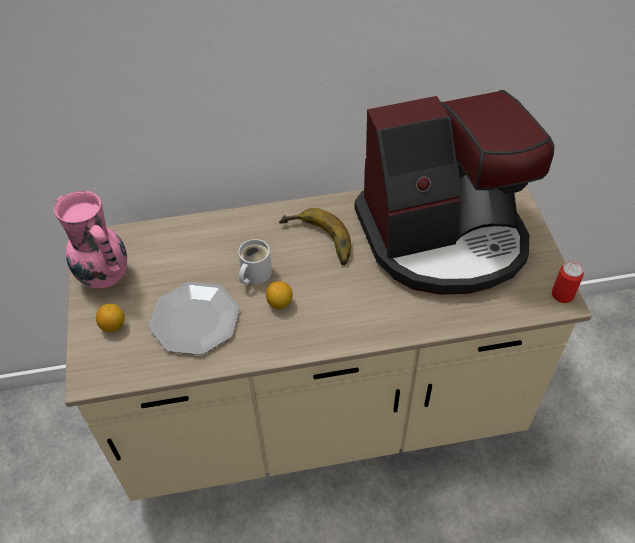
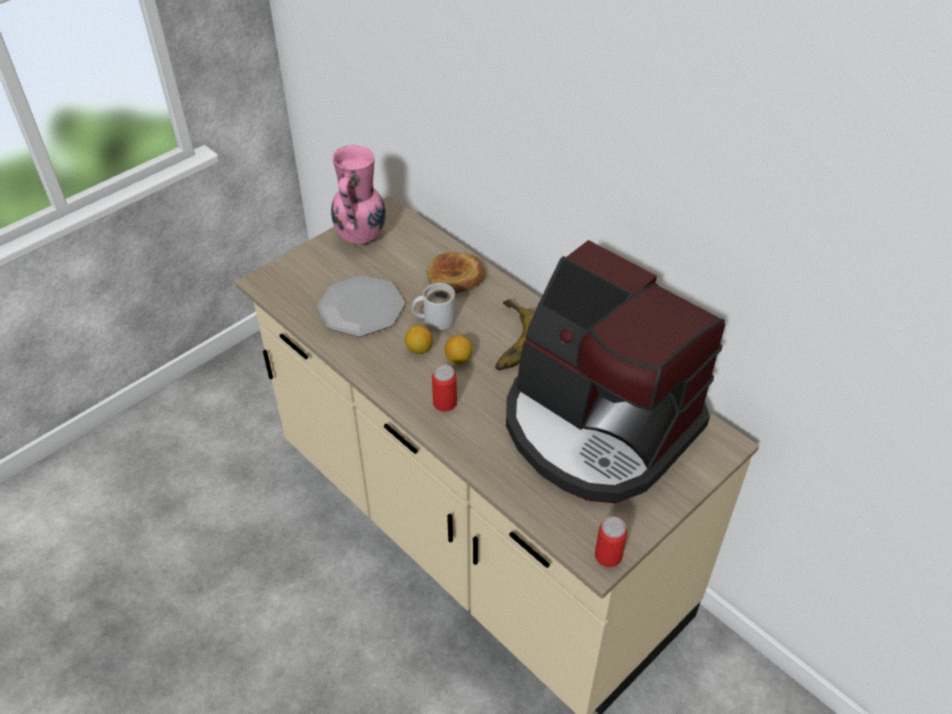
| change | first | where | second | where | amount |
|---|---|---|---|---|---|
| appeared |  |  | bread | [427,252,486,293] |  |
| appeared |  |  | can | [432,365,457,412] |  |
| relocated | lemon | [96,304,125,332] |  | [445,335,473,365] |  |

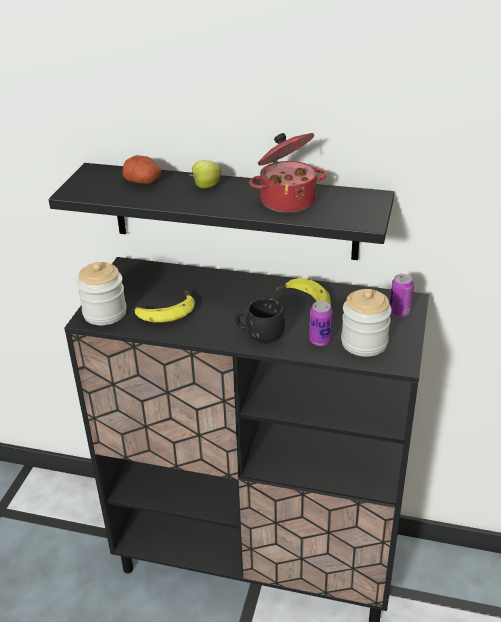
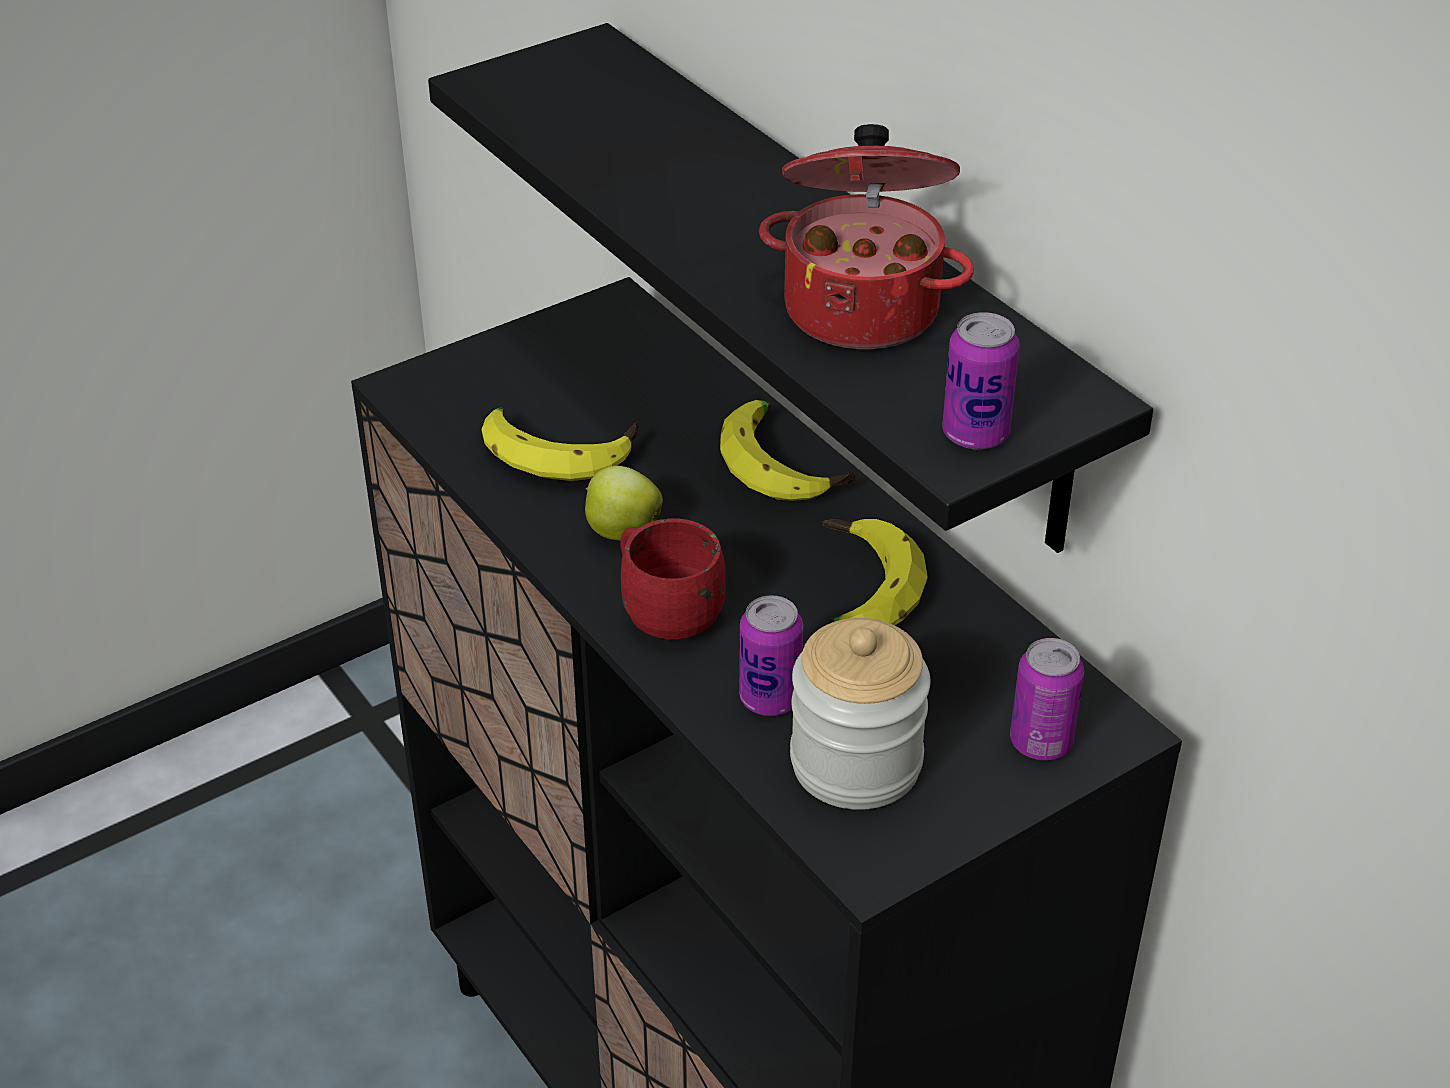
| change | first | where | second | where | amount |
|---|---|---|---|---|---|
| relocated | apple | [189,160,221,189] |  | [585,466,663,541] |  |
| colour | black mug | [235,298,285,344] | red mug | [620,518,726,640] |  |
| appeared |  |  | banana | [720,400,855,501] |  |
| appeared |  |  | can | [942,312,1020,450] |  |
| missing | jar | [77,262,127,325] |  |  |  |
| missing | potato | [122,155,161,184] |  |  |  |

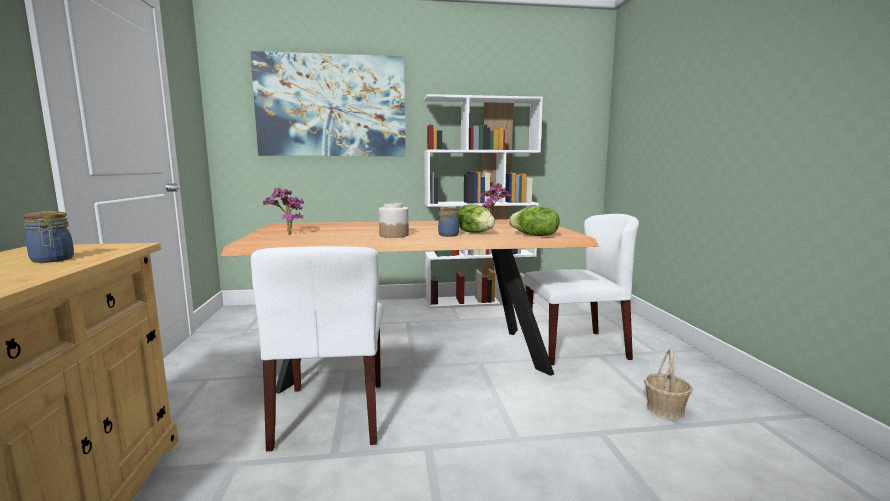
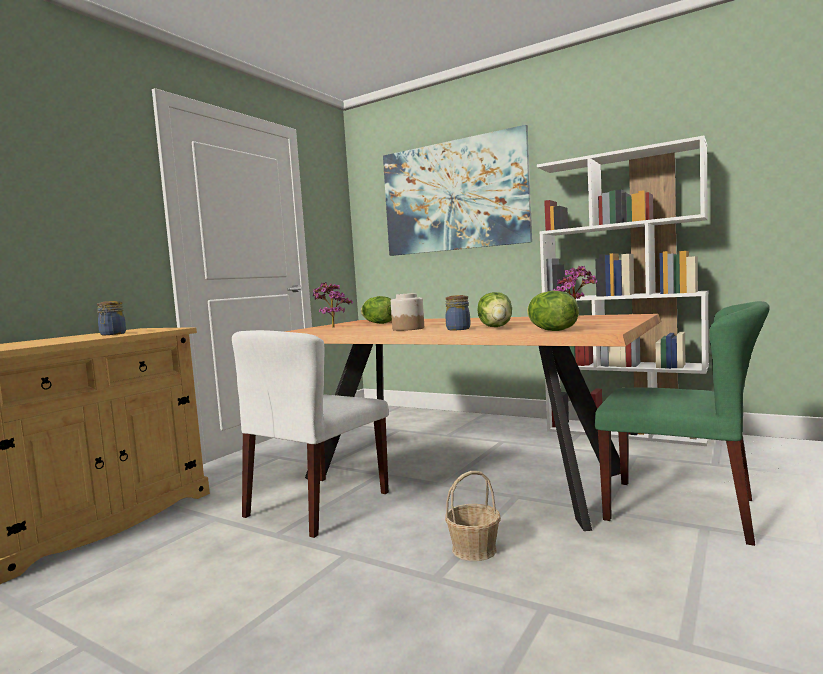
| change | first | where | second | where | amount |
|---|---|---|---|---|---|
| appeared |  |  | lettuce | [361,296,392,324] |  |
| relocated | basket | [644,349,693,419] |  | [445,471,501,561] |  |
| colour | white chair | [523,214,639,365] | green chair | [595,301,770,546] |  |

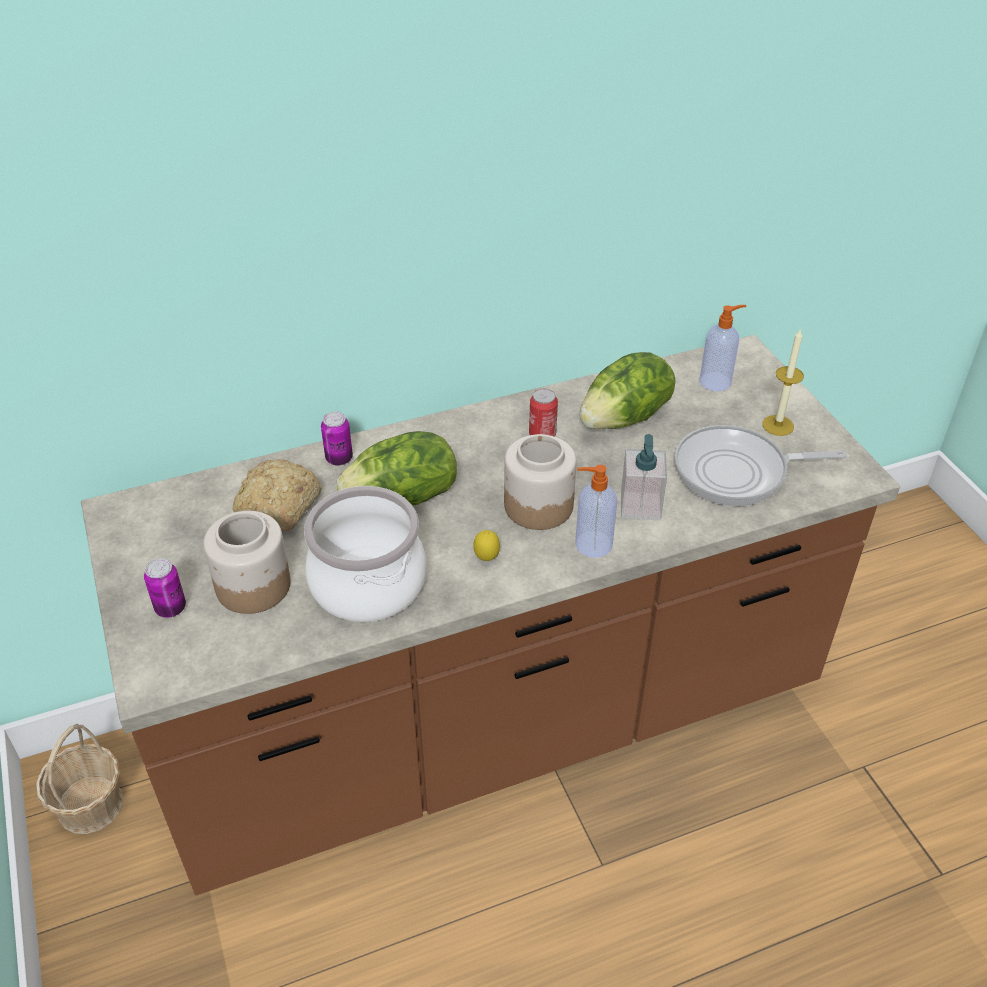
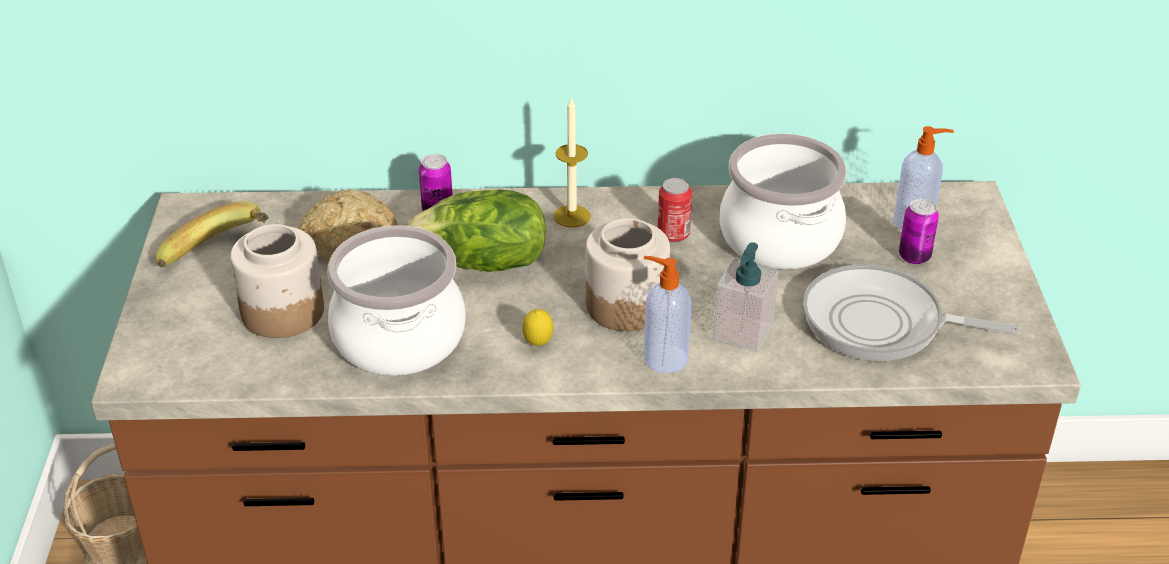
| change | first | where | second | where | amount |
|---|---|---|---|---|---|
| appeared |  |  | banana | [156,201,269,267] |  |
| relocated | candle | [762,328,804,436] |  | [554,96,591,228] |  |
| exchanged | lettuce | [579,352,676,429] | cooking pot | [720,133,847,269] |  |
| relocated | can | [144,558,186,618] |  | [899,199,939,264] |  |

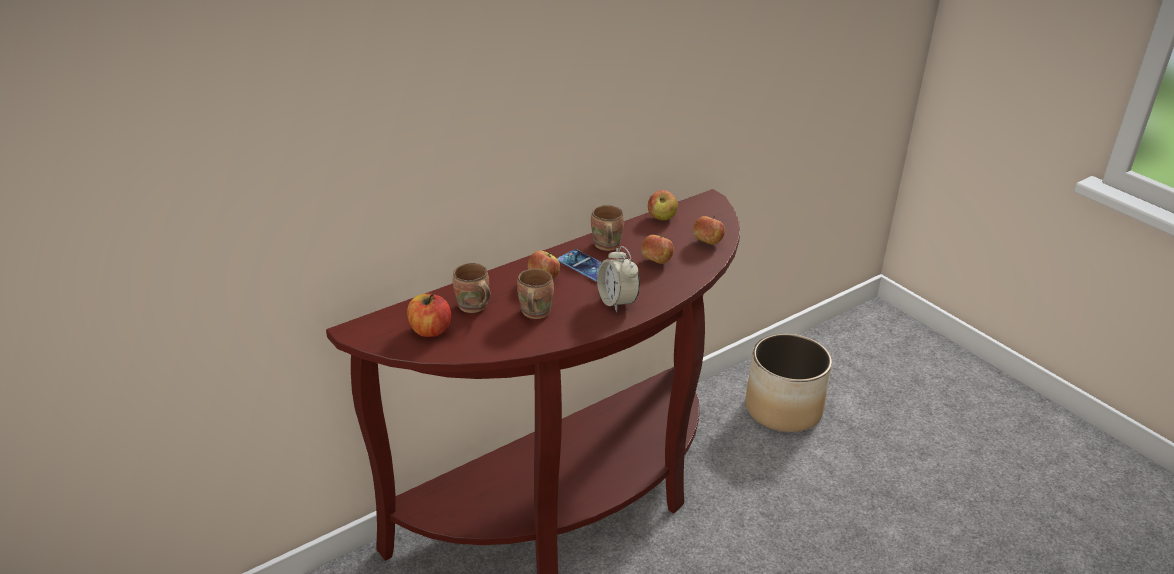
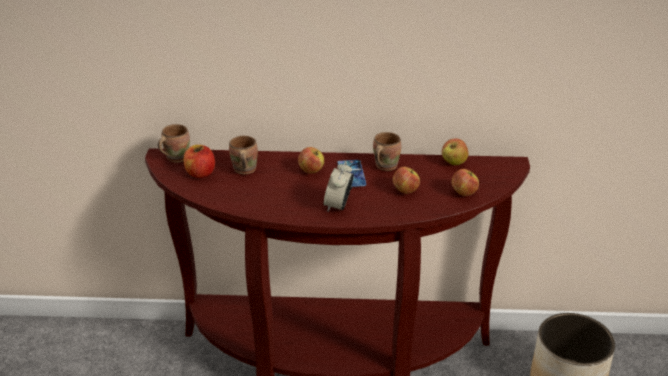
| change | first | where | second | where | amount |
|---|---|---|---|---|---|
| relocated | brown mug | [517,269,554,319] |  | [158,124,190,163] |  |

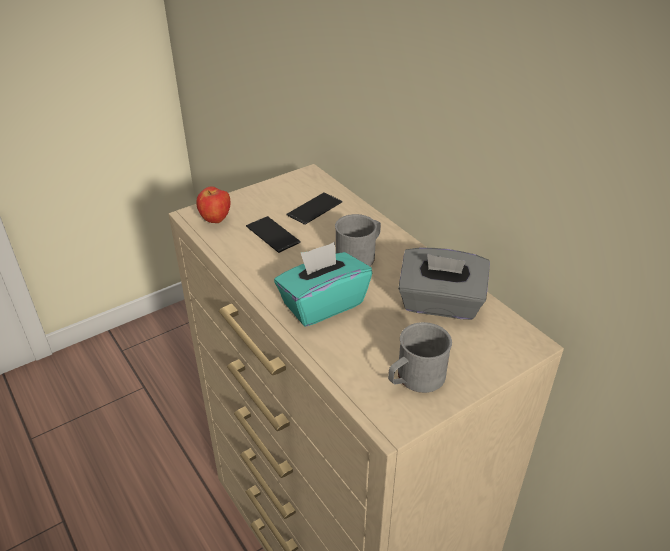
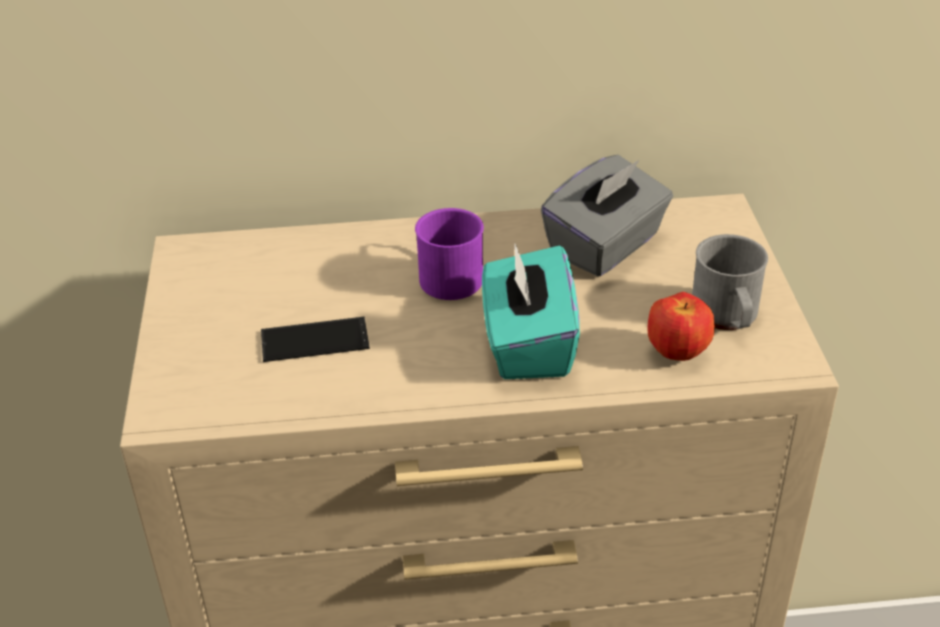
| change | first | where | second | where | amount |
|---|---|---|---|---|---|
| colour | grey mug | [335,214,381,266] | purple mug | [415,208,484,300] |  |
| relocated | apple | [197,187,231,223] |  | [647,292,715,361] |  |
| missing | phone | [286,192,342,225] |  |  |  |

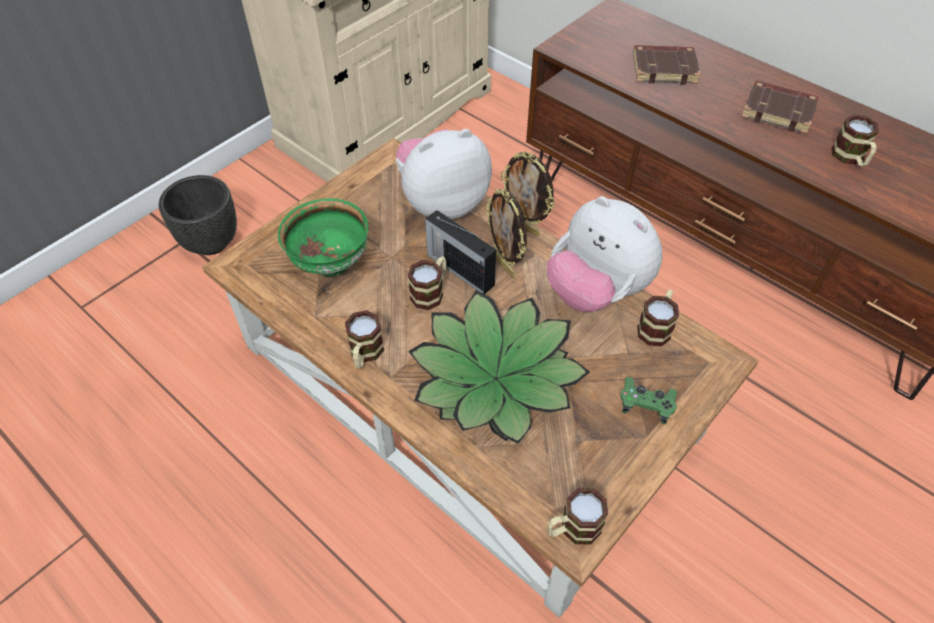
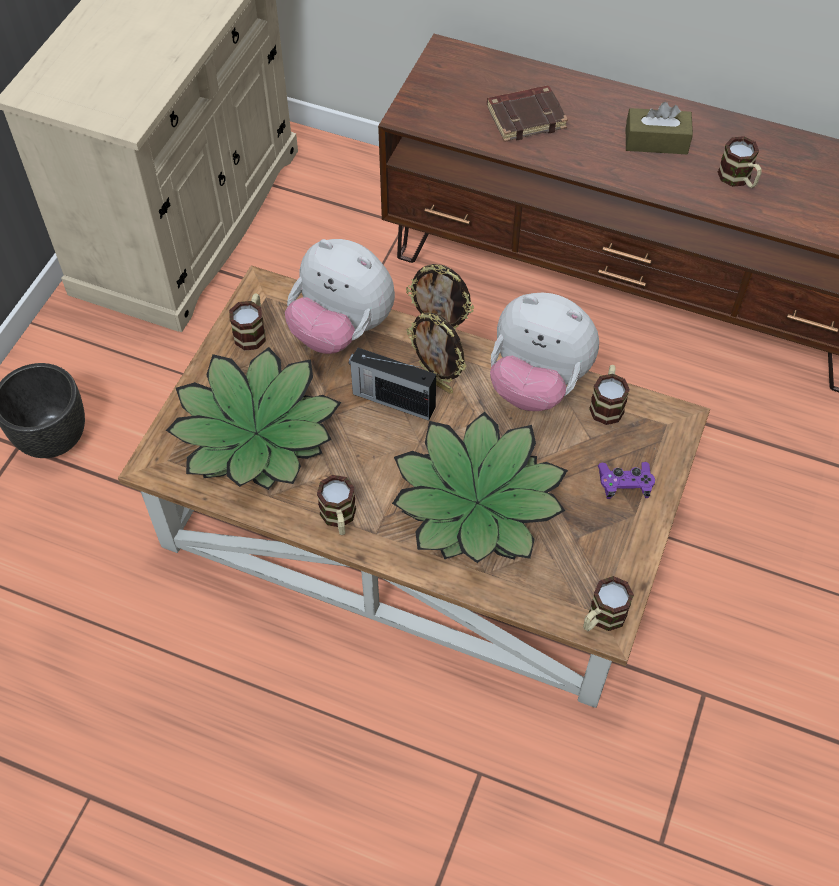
| change | first | where | second | where | amount |
|---|---|---|---|---|---|
| exchanged | green bowl | [278,198,368,276] | potted plant | [166,347,341,490] |  |
| relocated | mug | [408,256,446,310] |  | [229,293,266,350] |  |
| spun | plush toy | [396,129,492,219] |  | [285,239,395,354] | 105 degrees counterclockwise |
| colour | green game controller | [620,377,677,424] | purple game controller | [598,462,655,499] |  |
| exchanged | brown book | [742,81,819,134] | brown tissue box | [626,102,693,154] |  |

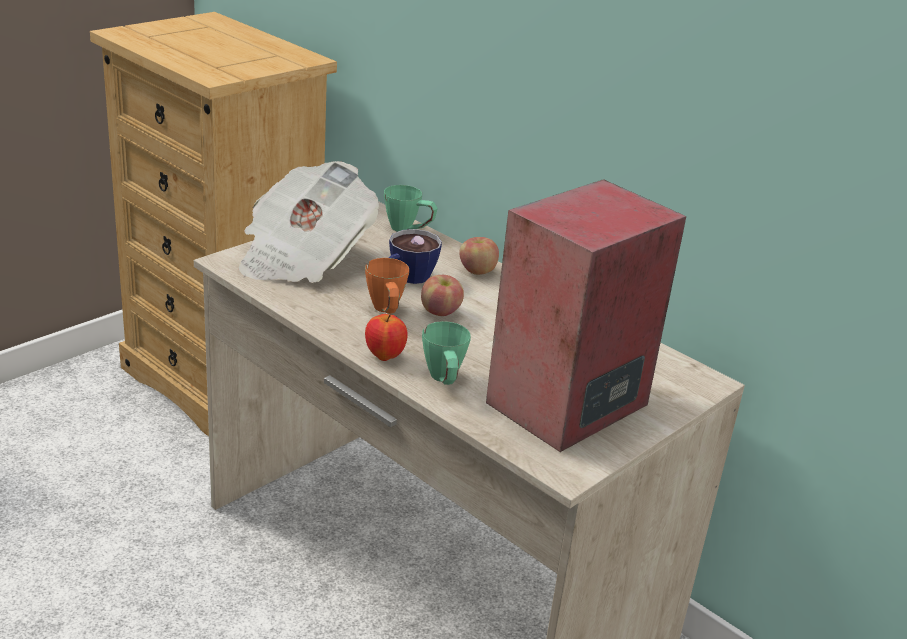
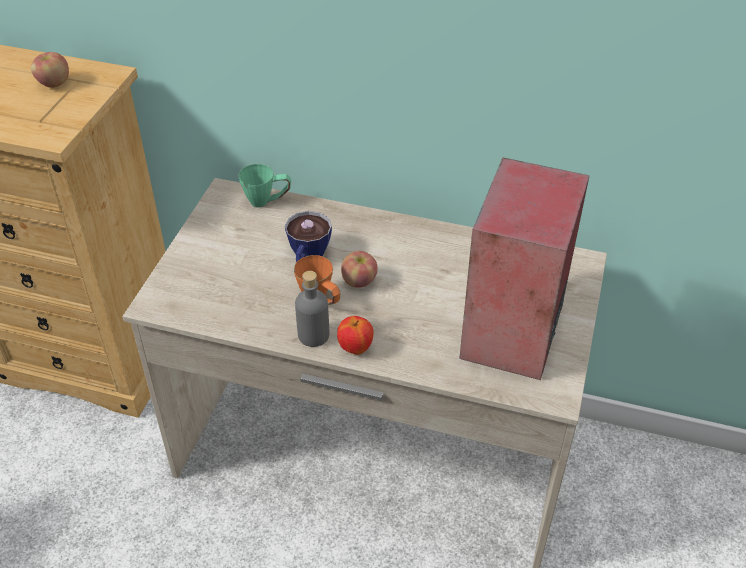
| change | first | where | second | where | amount |
|---|---|---|---|---|---|
| relocated | apple | [459,237,499,275] |  | [31,52,69,88] |  |
| appeared |  |  | grey bottle | [295,271,329,347] |  |
| missing | newspaper | [238,161,379,283] |  |  |  |
| missing | green mug | [422,321,471,385] |  |  |  |

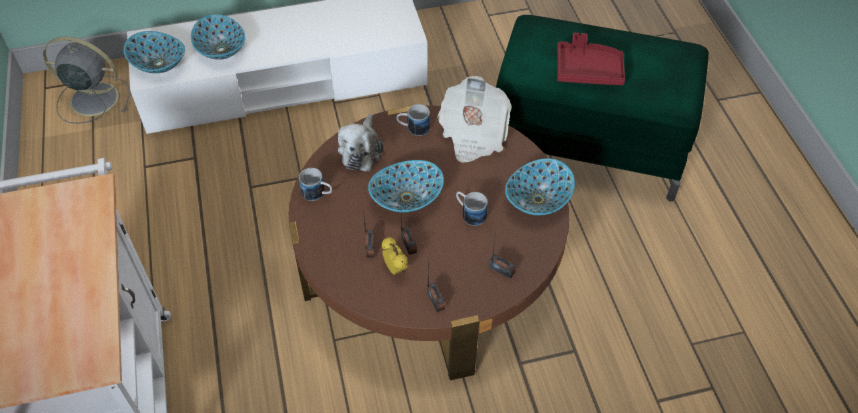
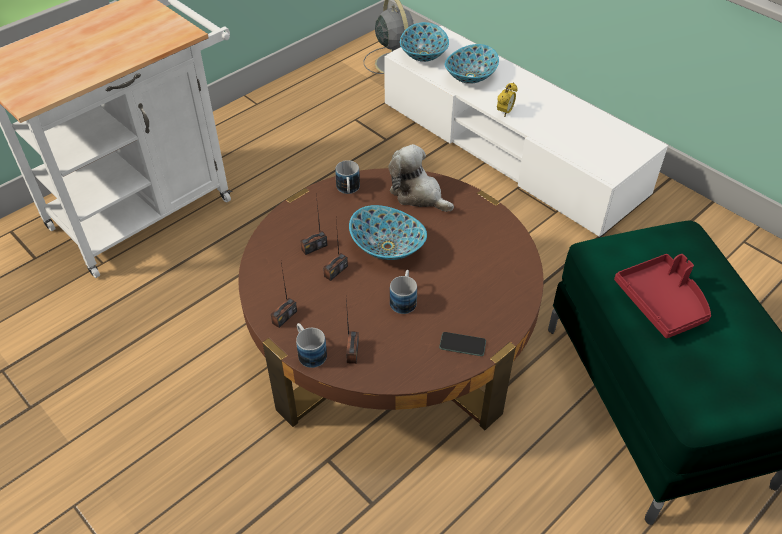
| change | first | where | second | where | amount |
|---|---|---|---|---|---|
| relocated | mug | [396,104,430,136] |  | [296,323,327,368] |  |
| spun | plush toy | [338,114,384,171] |  | [388,144,454,212] | 60 degrees clockwise |
| exchanged | bowl | [505,158,575,215] | phone | [439,332,486,356] |  |
| relocated | alarm clock | [382,237,408,275] |  | [497,83,518,117] |  |
| missing | newspaper | [437,76,512,163] |  |  |  |

